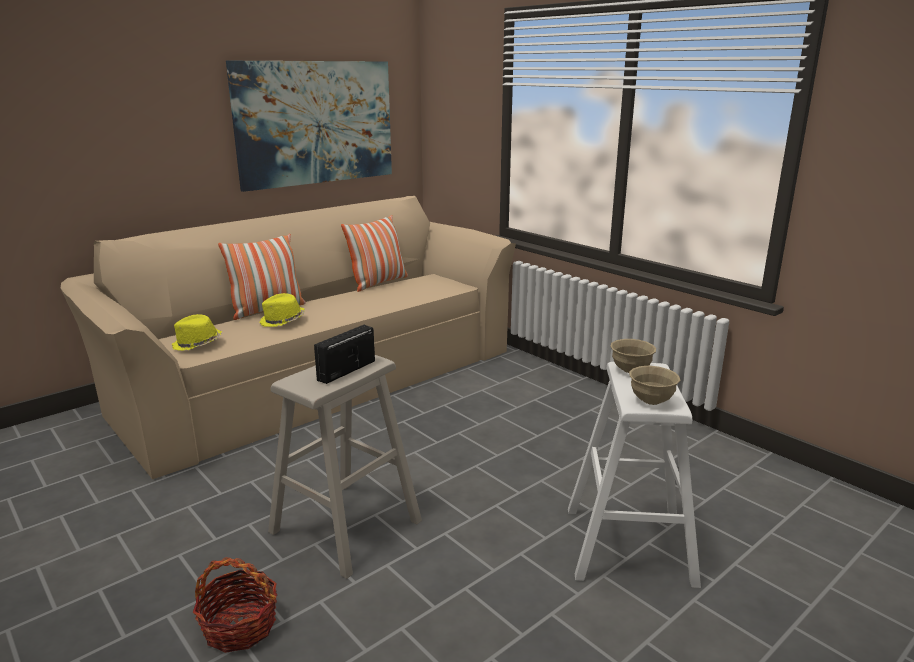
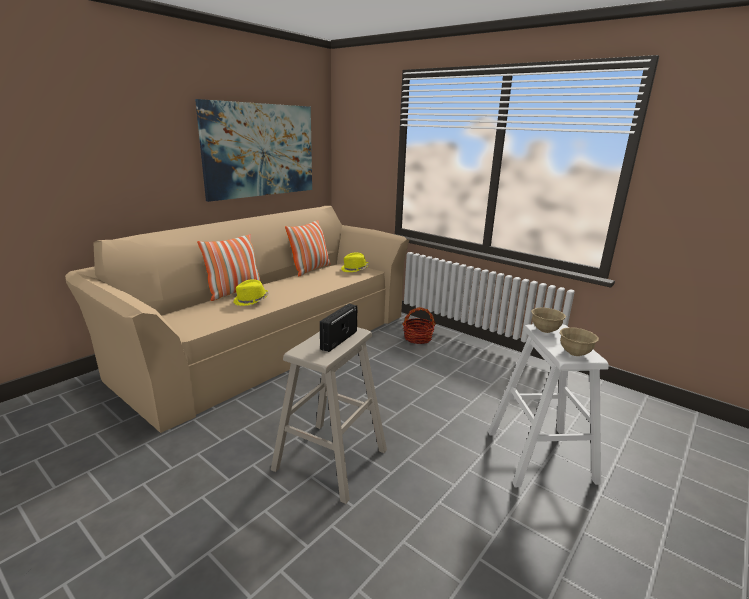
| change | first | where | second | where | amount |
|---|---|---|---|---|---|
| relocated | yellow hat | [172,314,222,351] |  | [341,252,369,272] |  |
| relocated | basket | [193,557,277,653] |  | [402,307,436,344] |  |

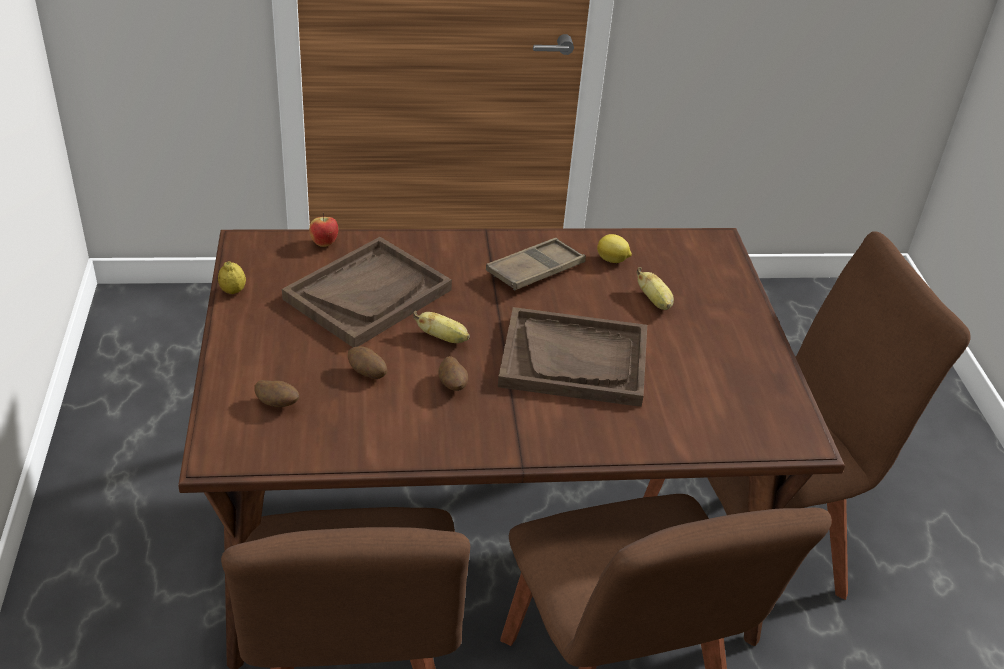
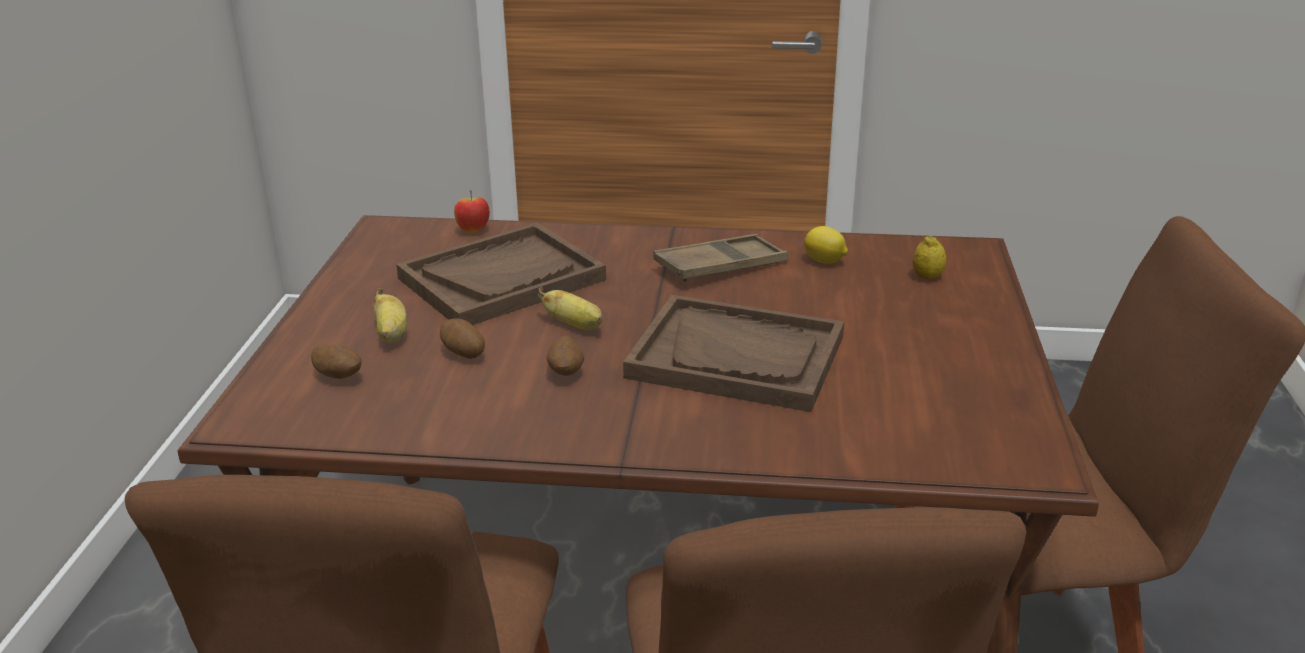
| change | first | where | second | where | amount |
|---|---|---|---|---|---|
| relocated | banana | [636,267,674,310] |  | [374,288,407,343] |  |
| relocated | lemon | [218,261,246,294] |  | [913,236,946,279] |  |

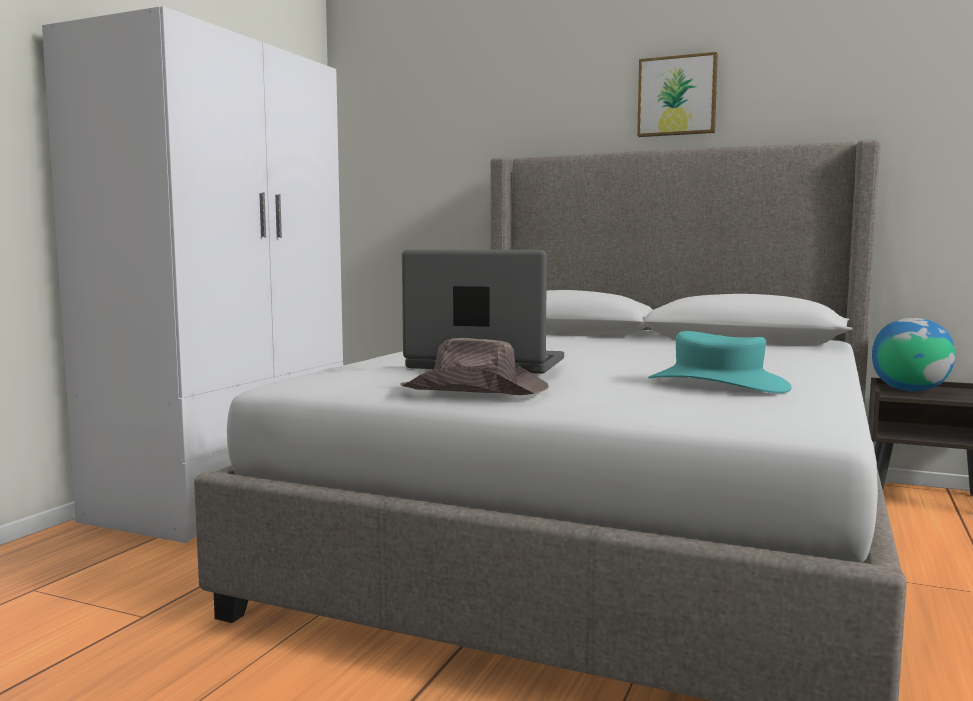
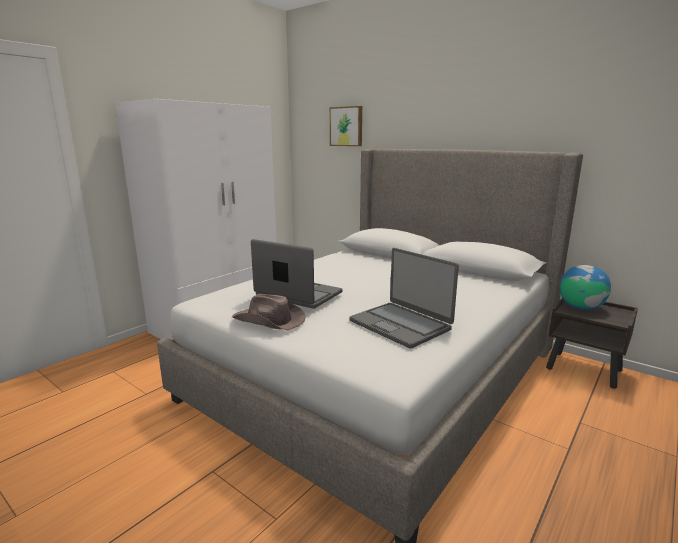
| change | first | where | second | where | amount |
|---|---|---|---|---|---|
| relocated | picture | [637,52,718,137] |  | [330,106,362,146] |  |
| exchanged | turquoise hat | [648,331,792,393] | laptop | [350,248,459,349] |  |

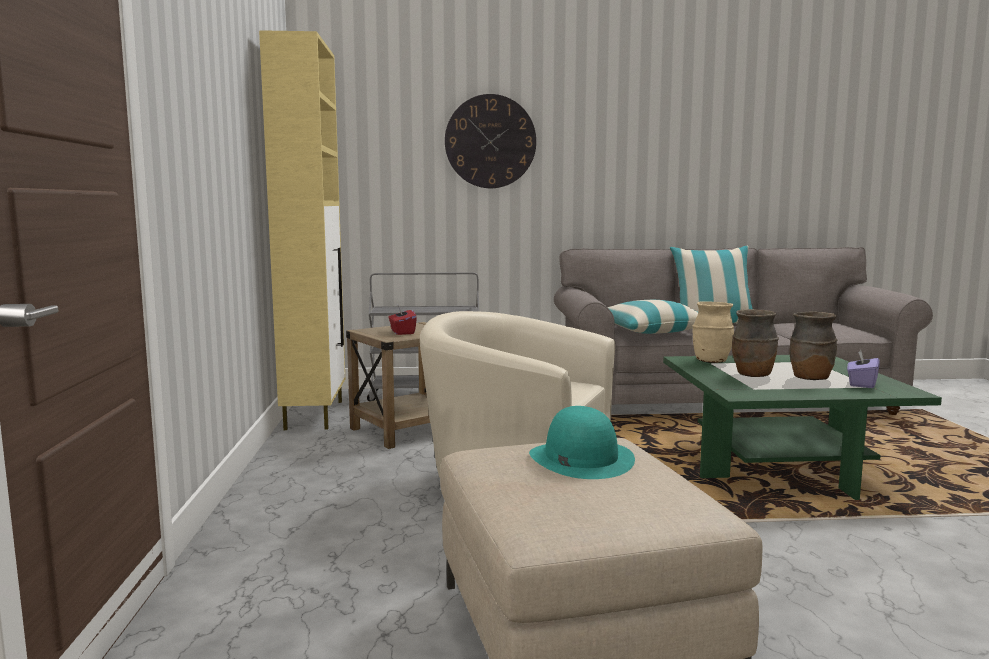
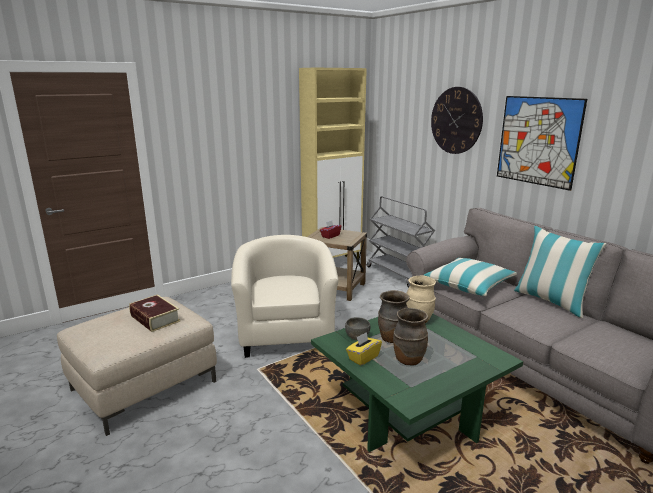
| change | first | where | second | where | amount |
|---|---|---|---|---|---|
| exchanged | turquoise hat | [529,406,635,479] | book | [129,294,181,332] |  |
| appeared |  |  | grey bowl | [345,317,370,340] |  |
| appeared |  |  | yellow tissue box | [346,332,382,366] |  |
| appeared |  |  | picture | [497,96,587,191] |  |
| missing | purple tissue box | [847,349,880,388] |  |  |  |

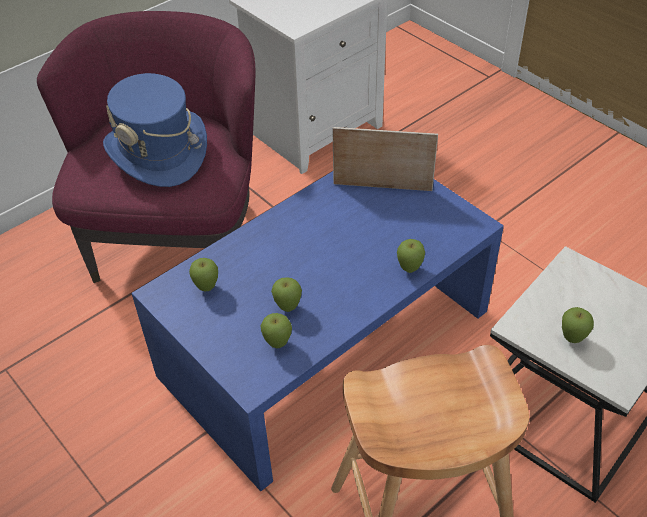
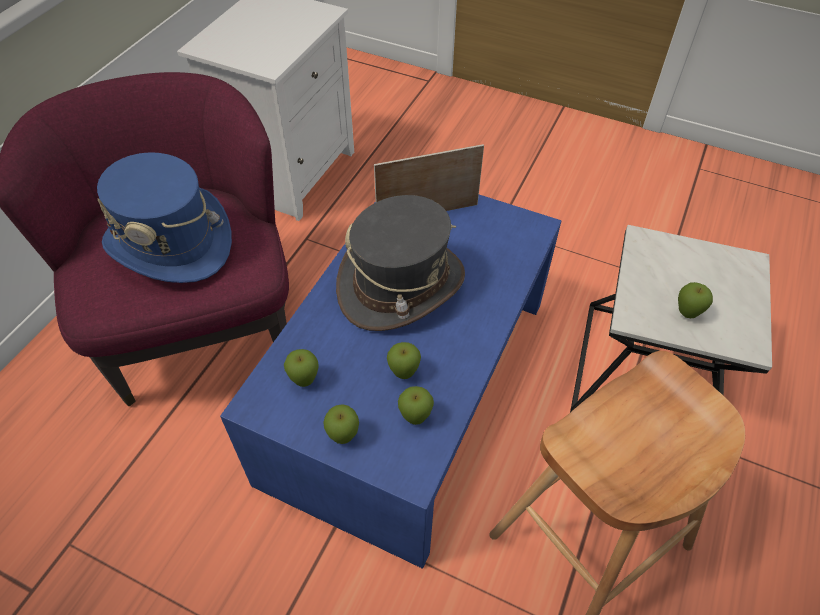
| change | first | where | second | where | amount |
|---|---|---|---|---|---|
| relocated | apple | [397,239,425,273] |  | [323,404,359,444] |  |
| appeared |  |  | grey hat | [336,195,465,331] |  |

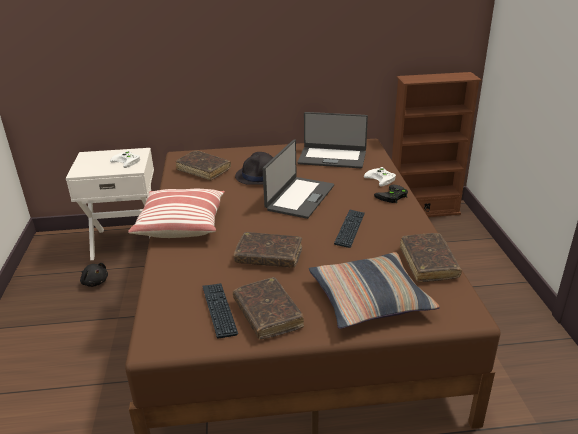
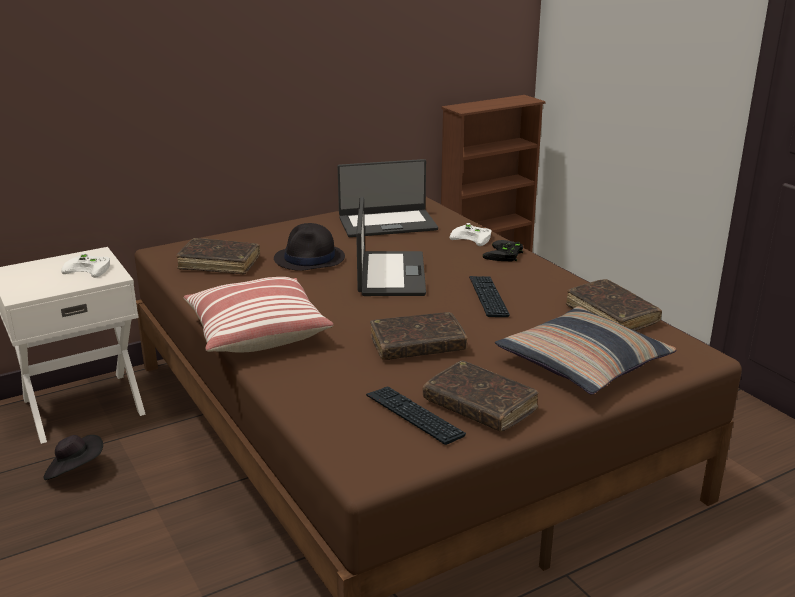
| change | first | where | second | where | amount |
|---|---|---|---|---|---|
| exchanged | black plush toy | [80,263,108,287] | black hat | [43,435,103,480] |  |

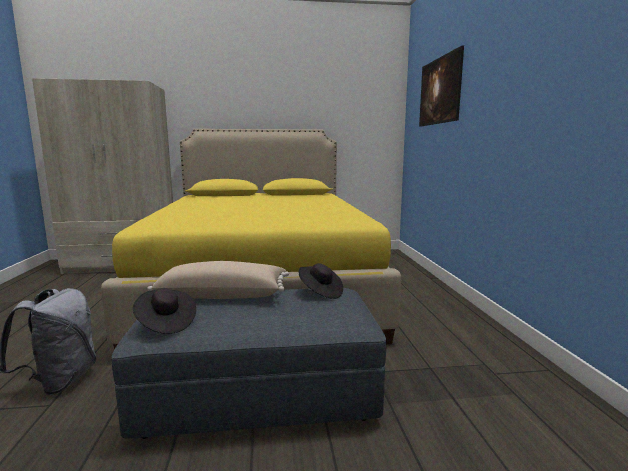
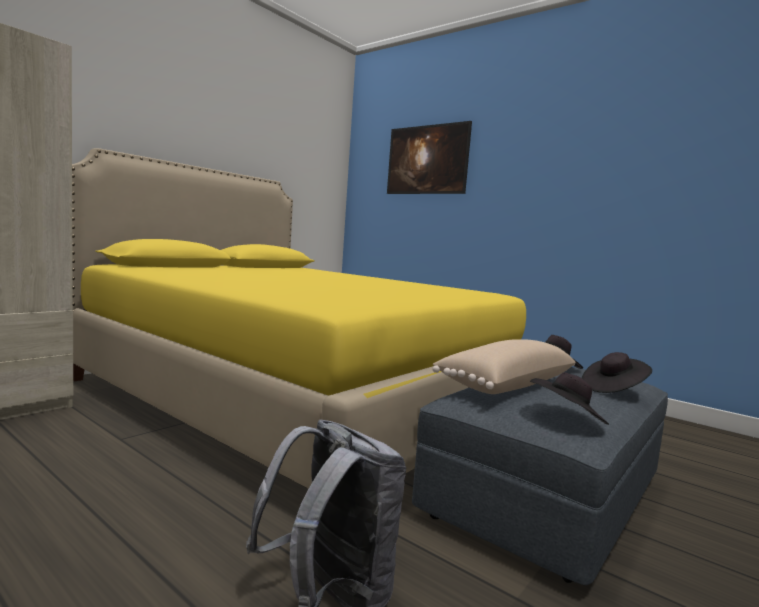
| change | first | where | second | where | amount |
|---|---|---|---|---|---|
| appeared |  |  | black hat | [582,352,652,393] |  |

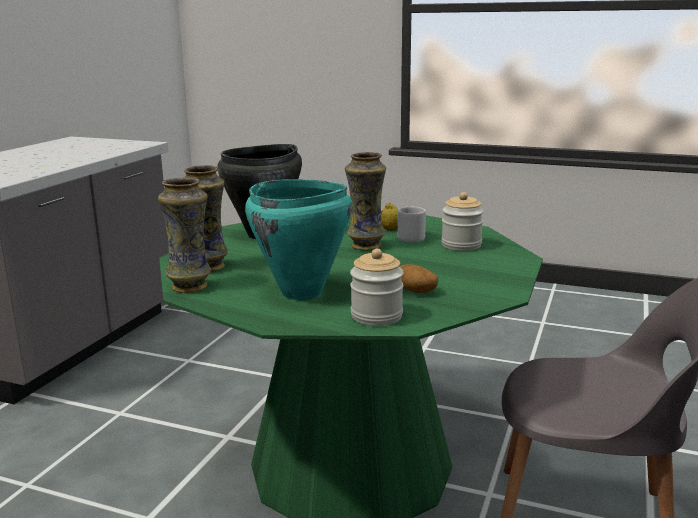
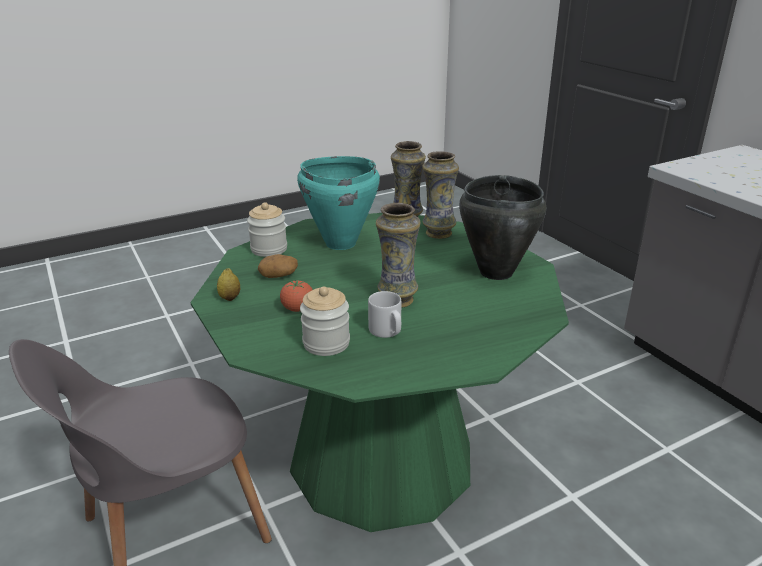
| change | first | where | second | where | amount |
|---|---|---|---|---|---|
| relocated | lemon | [381,203,398,231] |  | [217,268,240,301] |  |
| appeared |  |  | tomato | [280,280,313,312] |  |

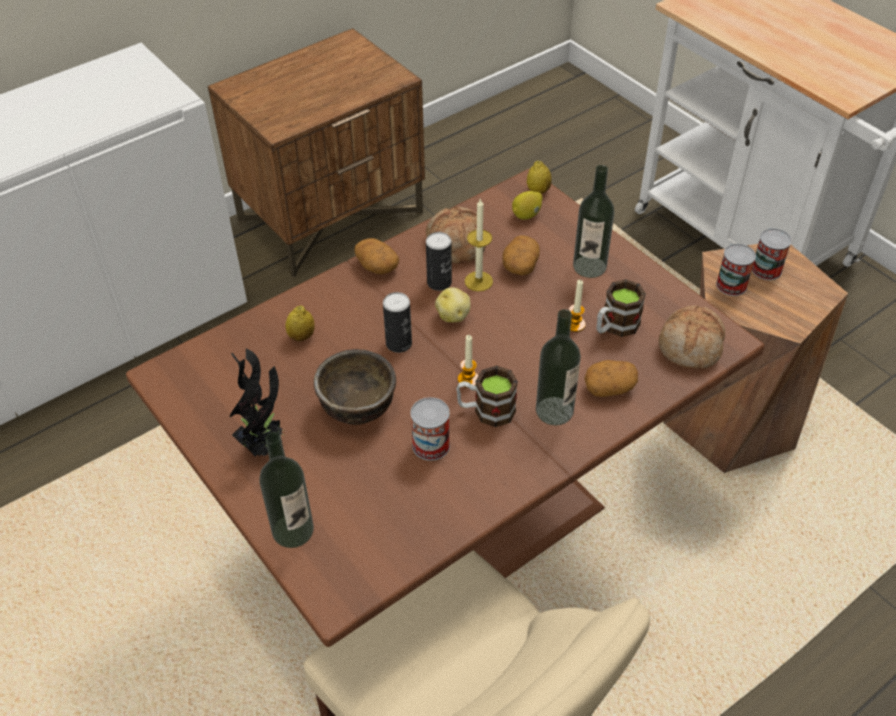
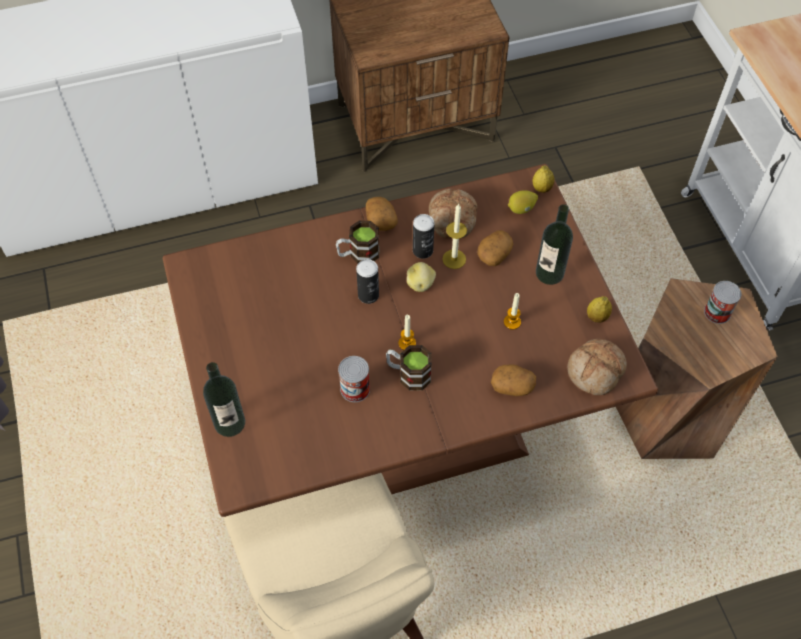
| change | first | where | second | where | amount |
|---|---|---|---|---|---|
| relocated | mug | [596,279,646,337] |  | [336,220,380,263] |  |
| relocated | lemon | [286,306,315,341] |  | [587,296,612,323] |  |
| missing | potted plant | [230,348,283,457] |  |  |  |
| missing | brown bowl | [314,349,396,425] |  |  |  |
| missing | bottle | [536,309,581,425] |  |  |  |
| missing | can | [716,244,756,296] |  |  |  |

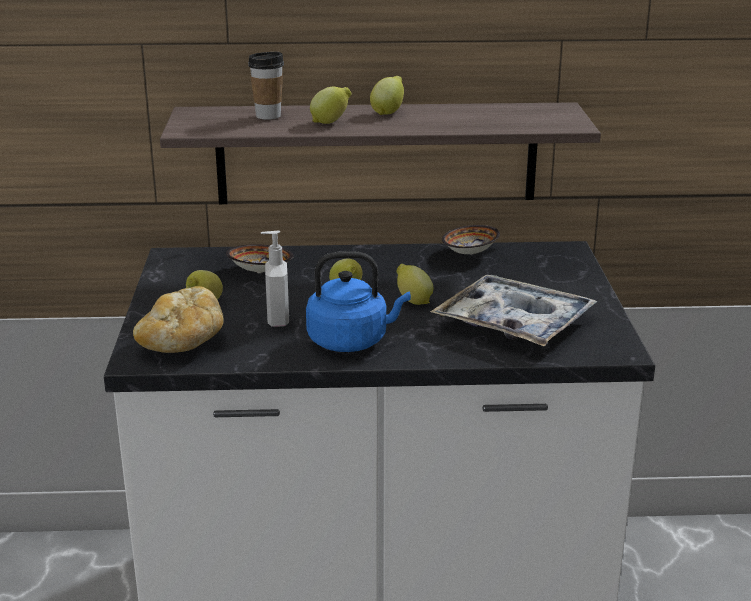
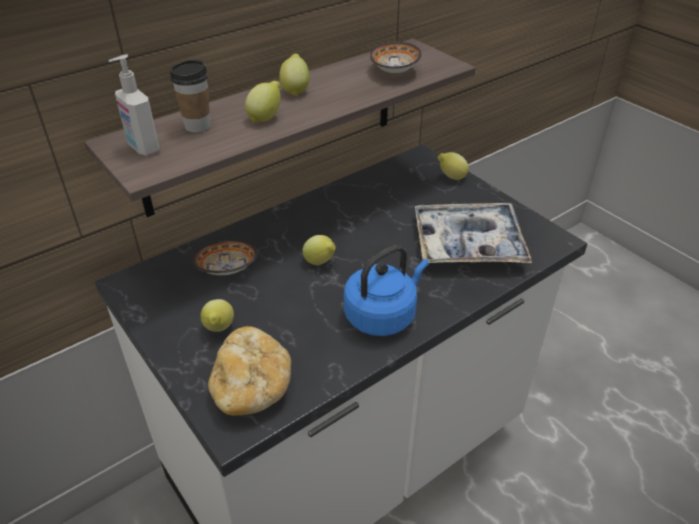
| change | first | where | second | where | amount |
|---|---|---|---|---|---|
| relocated | soap dispenser | [261,231,289,327] |  | [108,54,159,155] |  |
| relocated | bowl | [442,225,500,254] |  | [370,42,422,73] |  |
| relocated | lemon | [396,264,433,305] |  | [438,152,469,180] |  |

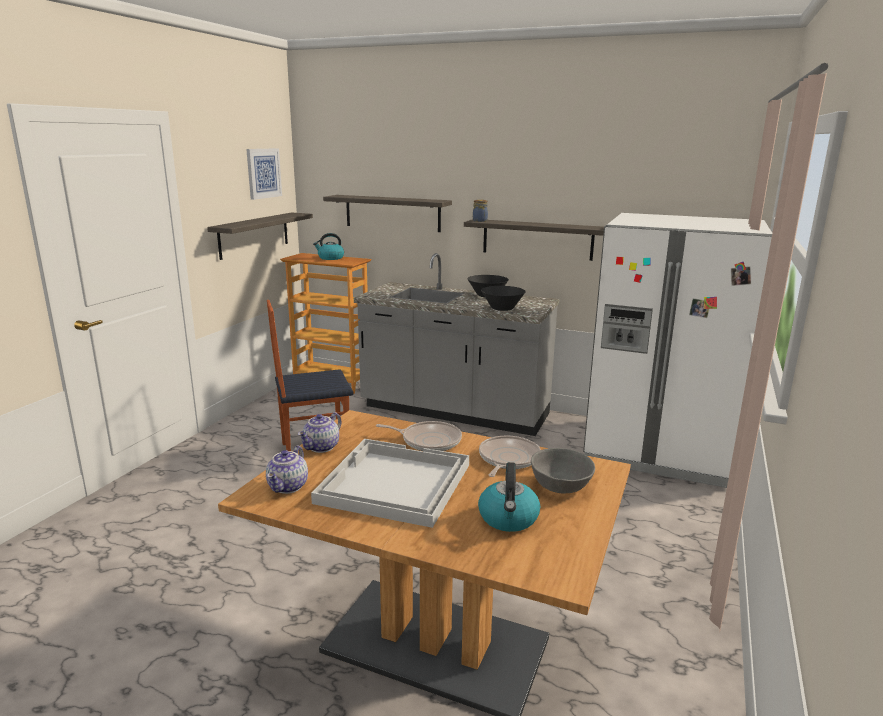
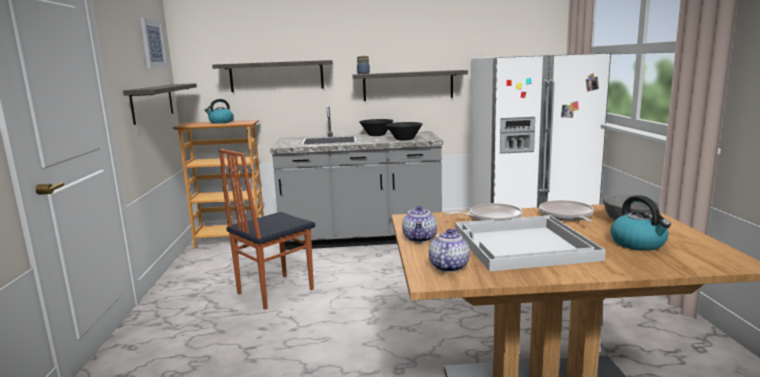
| change | first | where | second | where | amount |
|---|---|---|---|---|---|
| spun | teapot | [266,445,308,494] |  | [429,229,470,272] | 150 degrees counterclockwise |

